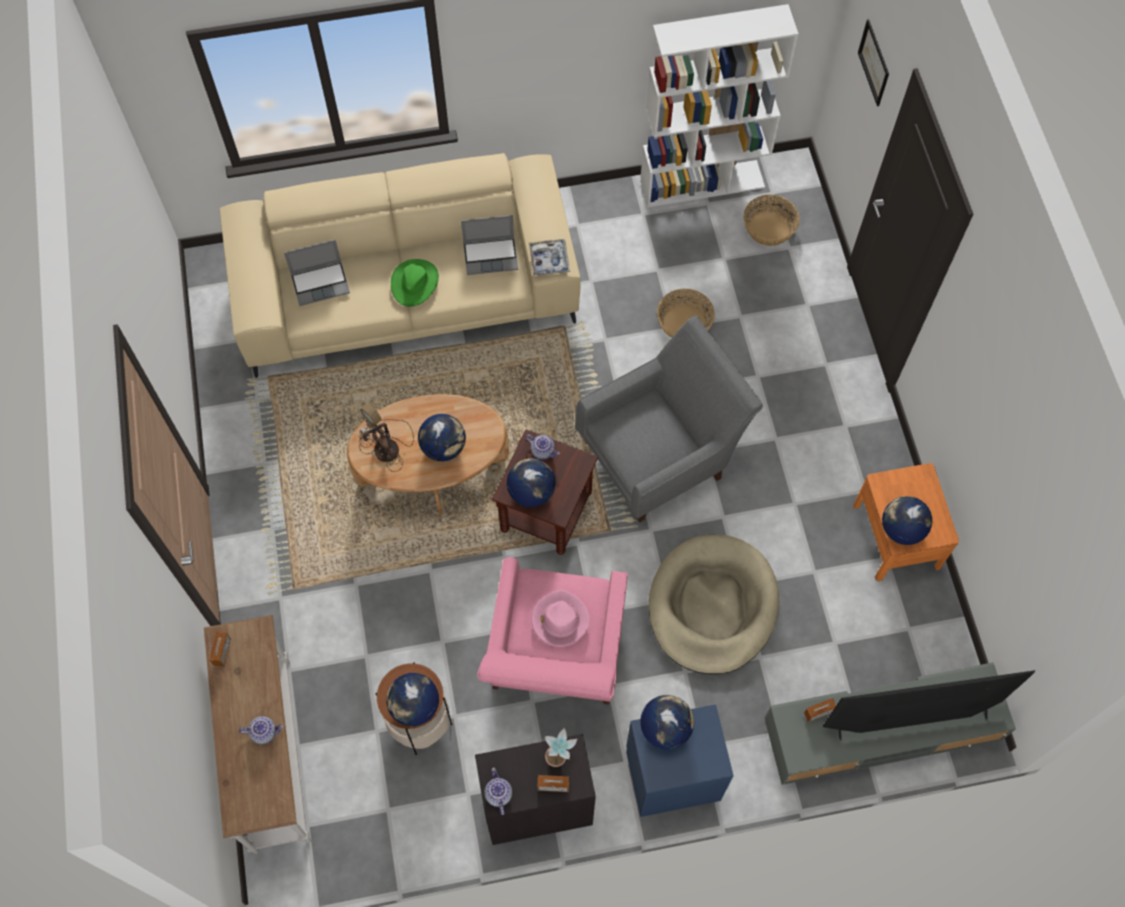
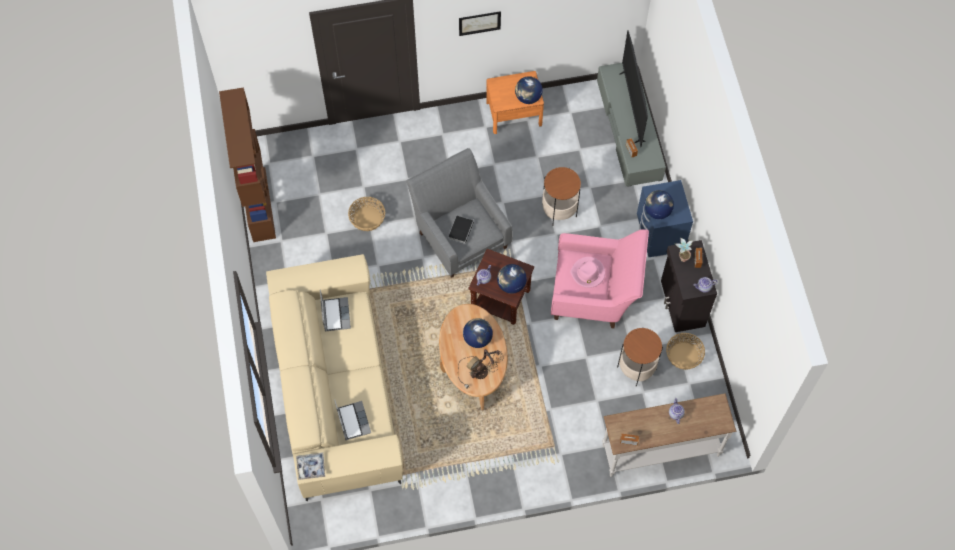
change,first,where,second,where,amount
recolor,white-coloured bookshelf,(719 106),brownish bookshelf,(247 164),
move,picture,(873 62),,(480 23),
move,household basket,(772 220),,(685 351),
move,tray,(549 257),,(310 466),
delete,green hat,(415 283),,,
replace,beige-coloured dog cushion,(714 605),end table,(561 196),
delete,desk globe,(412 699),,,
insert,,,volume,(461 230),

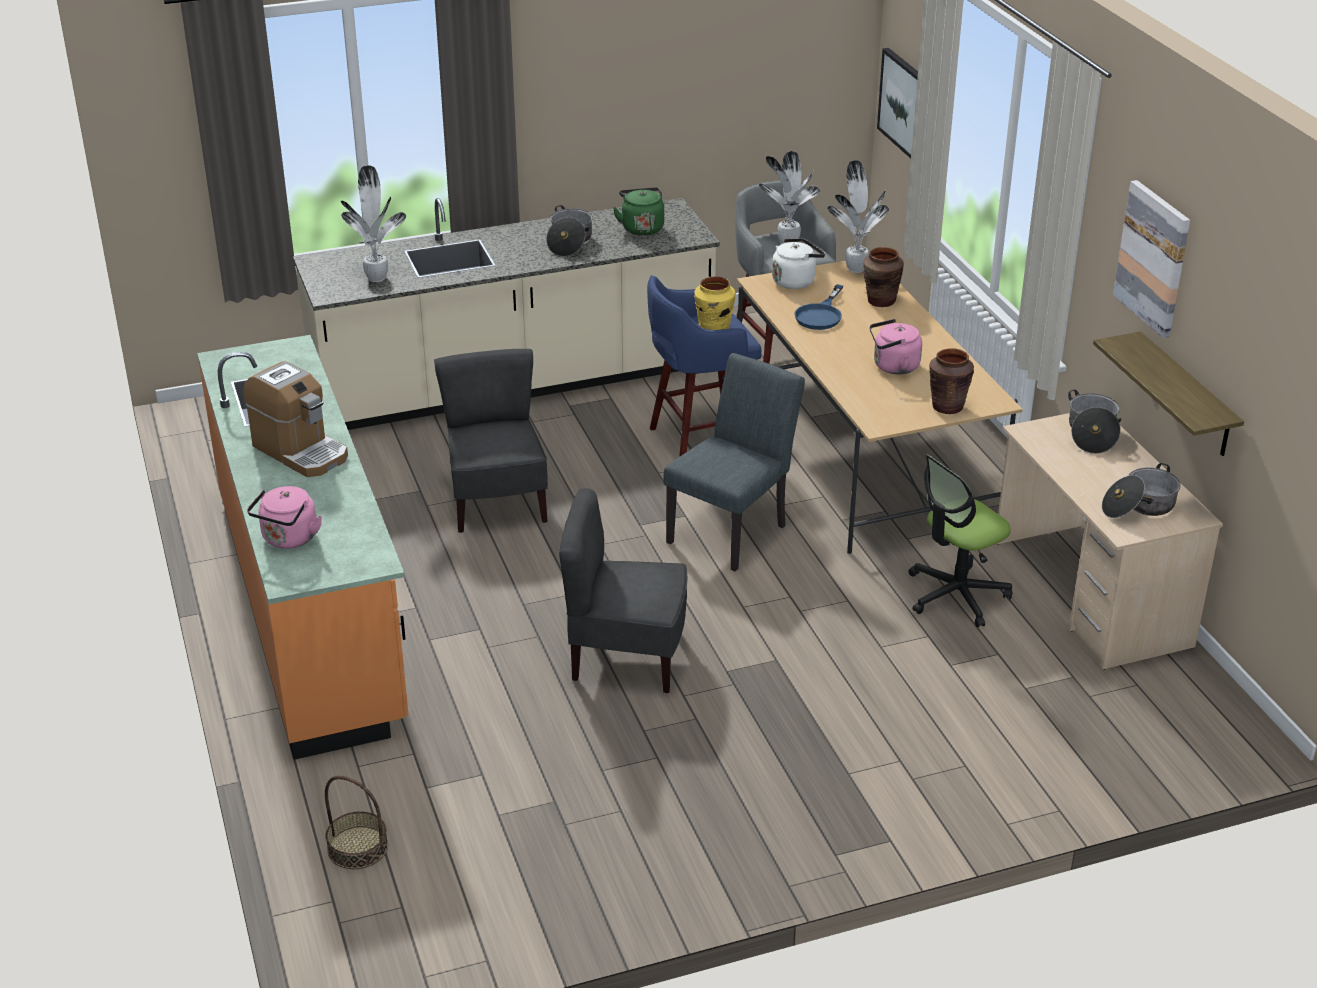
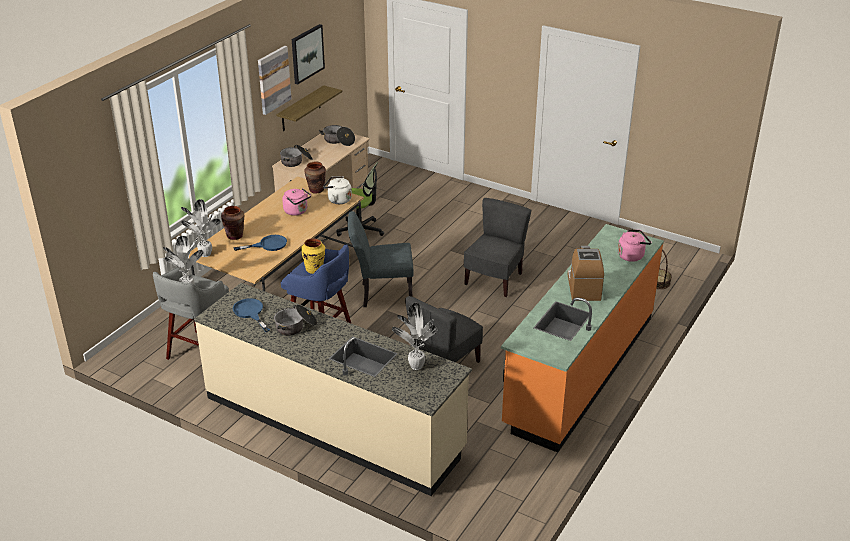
change,first,where,second,where,amount
move,picture,(897 103),,(308 54),
replace,green tea kettle,(638 211),blue-coloured pan,(251 315),
move,white-coloured tea kettle,(798 263),,(337 190),
rotate,grey chair,(623 590),,(497 247),120 degrees counterclockwise

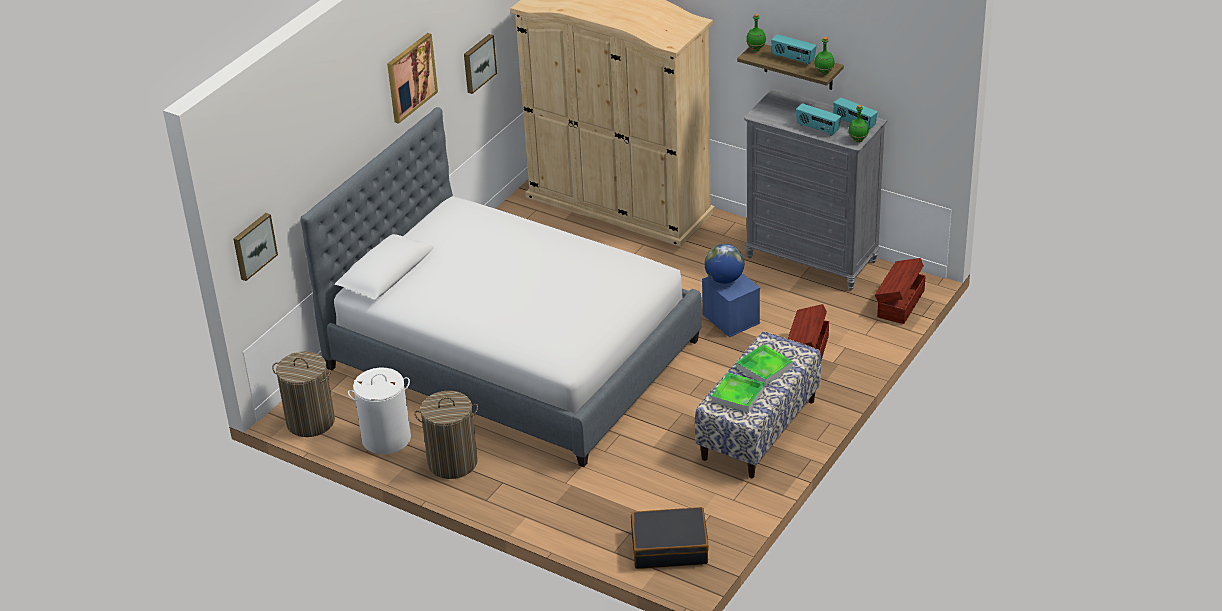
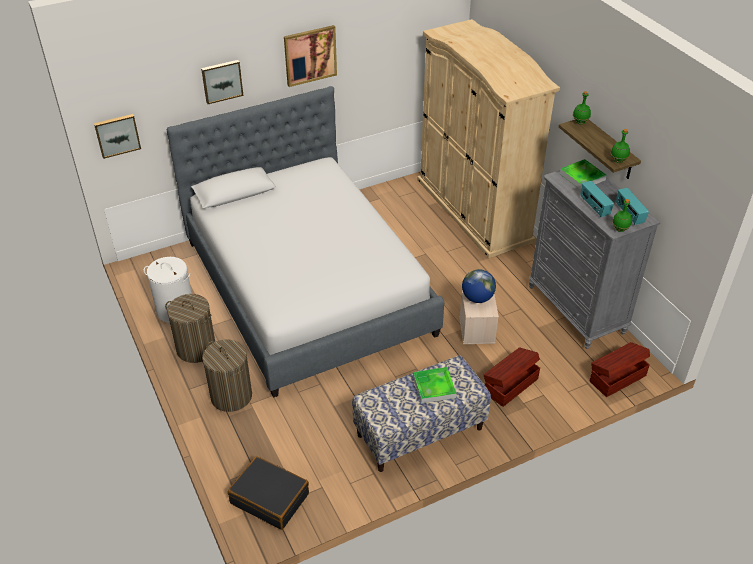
change,first,where,second,where,amount
move,picture,(480 64),,(222 82),
delete,radio,(794 49),,,
recolor,blue-coloured storage box,(731 305),beige-coloured storage box,(479 317),
move,washing basket,(303 394),,(227 375),
move,tray,(738 393),,(583 174),

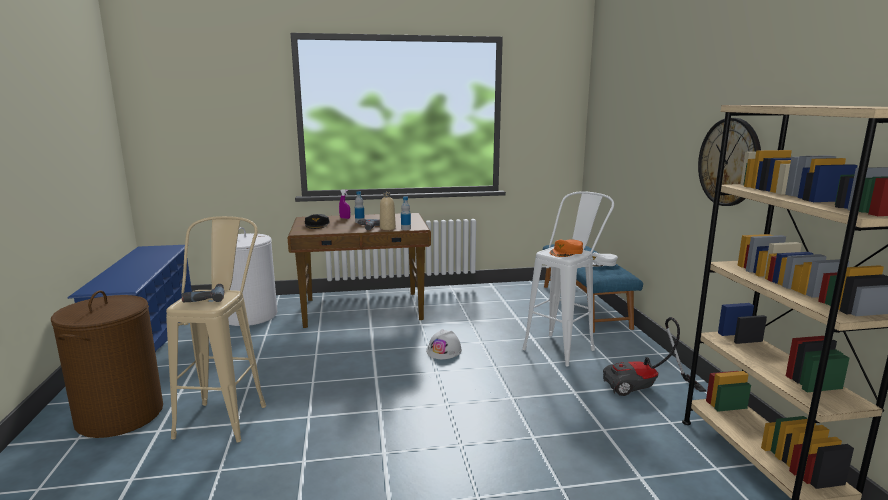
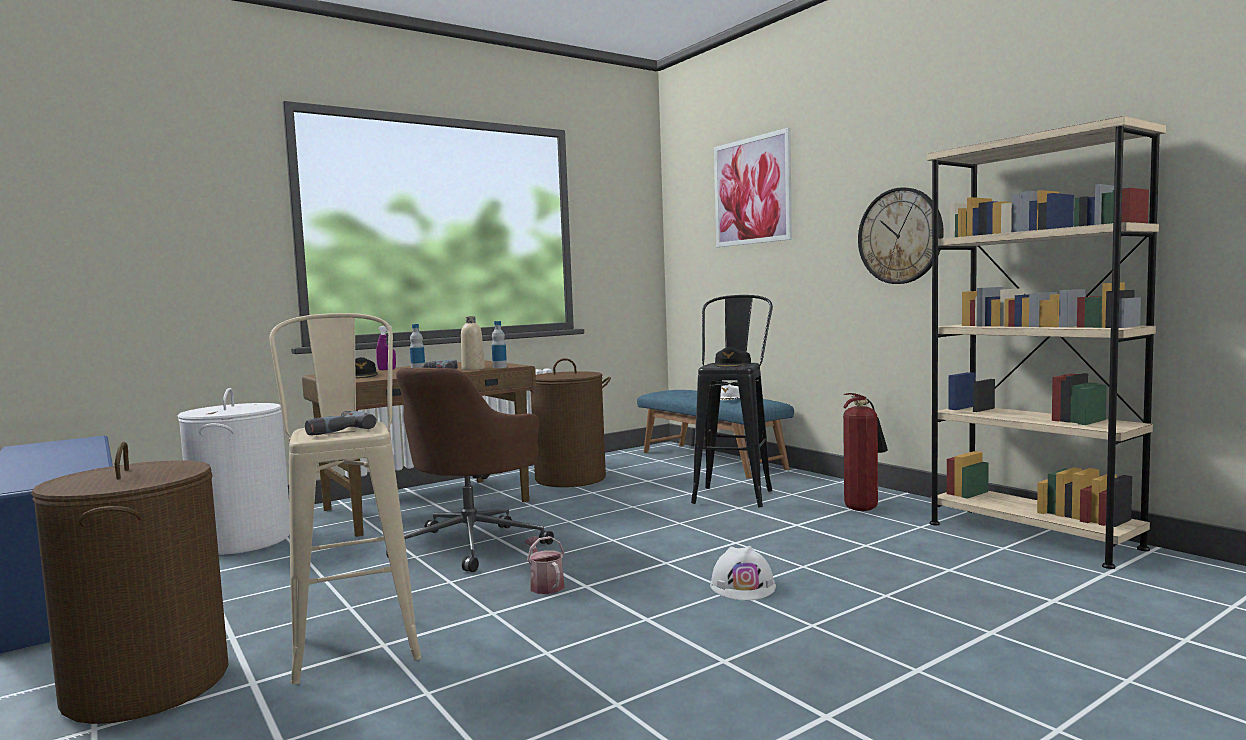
change,first,where,second,where,amount
recolor,white-coloured stool,(568 279),black stool,(732 401),
recolor,orange-coloured baseball cap,(566 248),black baseball cap,(732 357),
replace,vacuum cleaner,(654 356),fire extinguisher,(865 452),
move,white-coloured hard hat,(444 344),,(743 573),
insert,,,picture,(753 187),
insert,,,brownish washing basket,(570 422),
insert,,,brownish desk chair,(470 470),
insert,,,watering pot,(544 565),

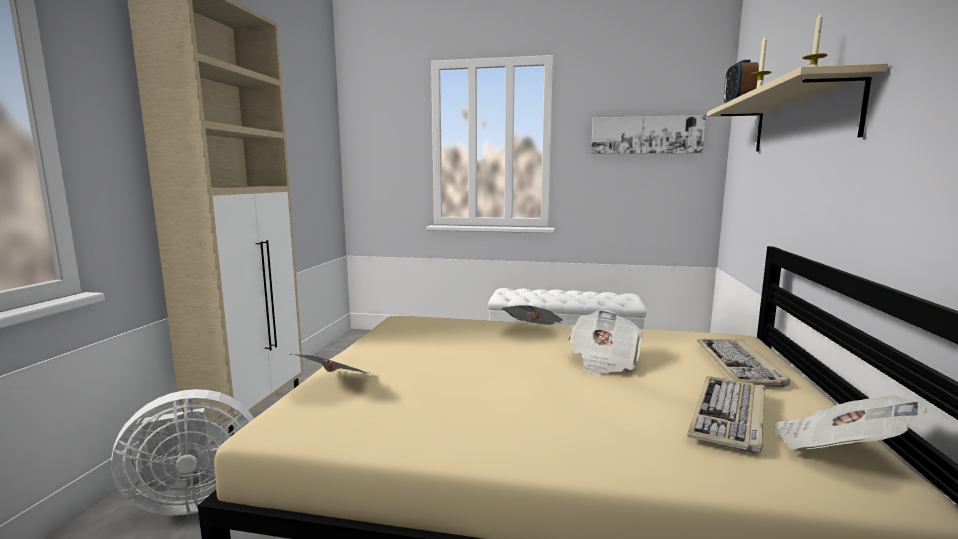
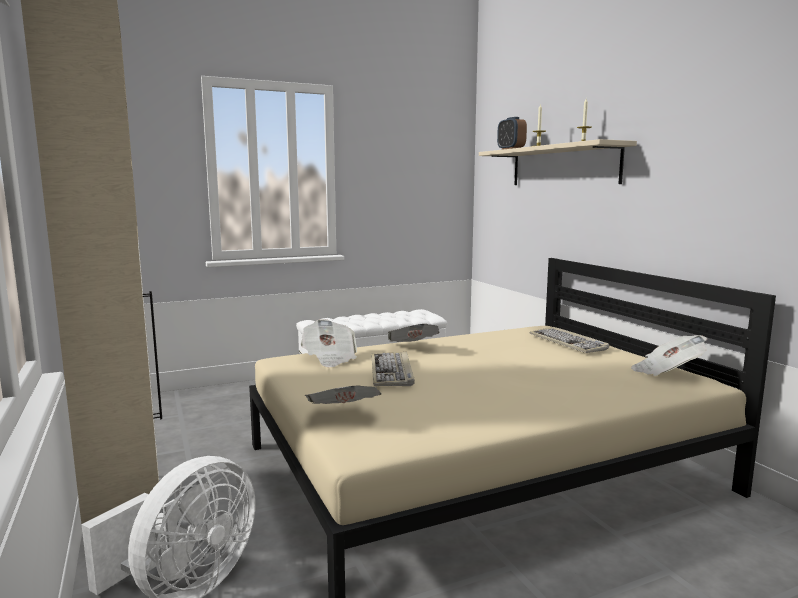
change,first,where,second,where,amount
delete,picture,(648 134),,,
move,newspaper,(606 342),,(329 343),
move,keyboard,(726 415),,(393 368),

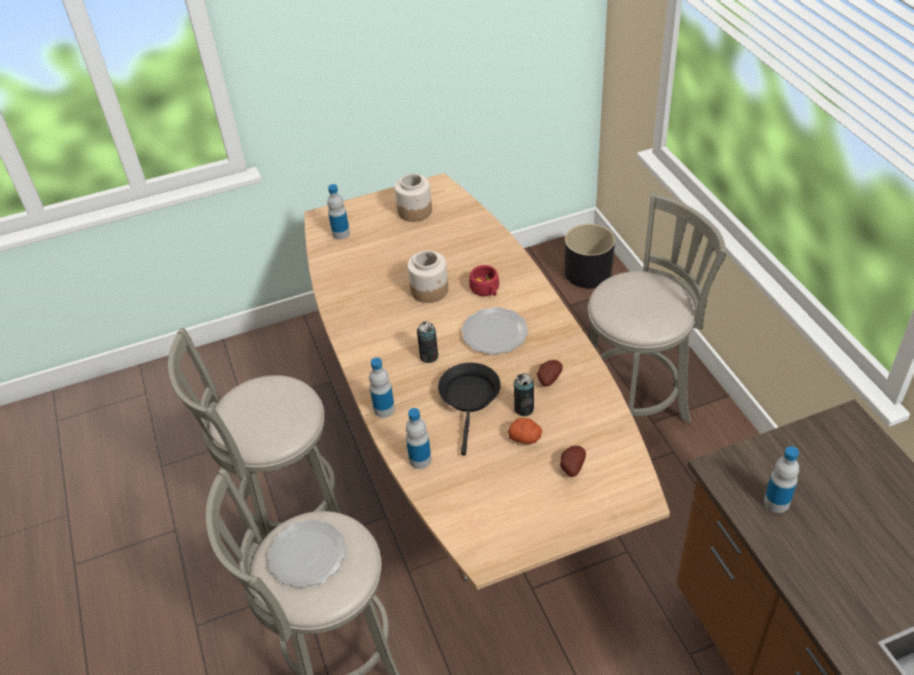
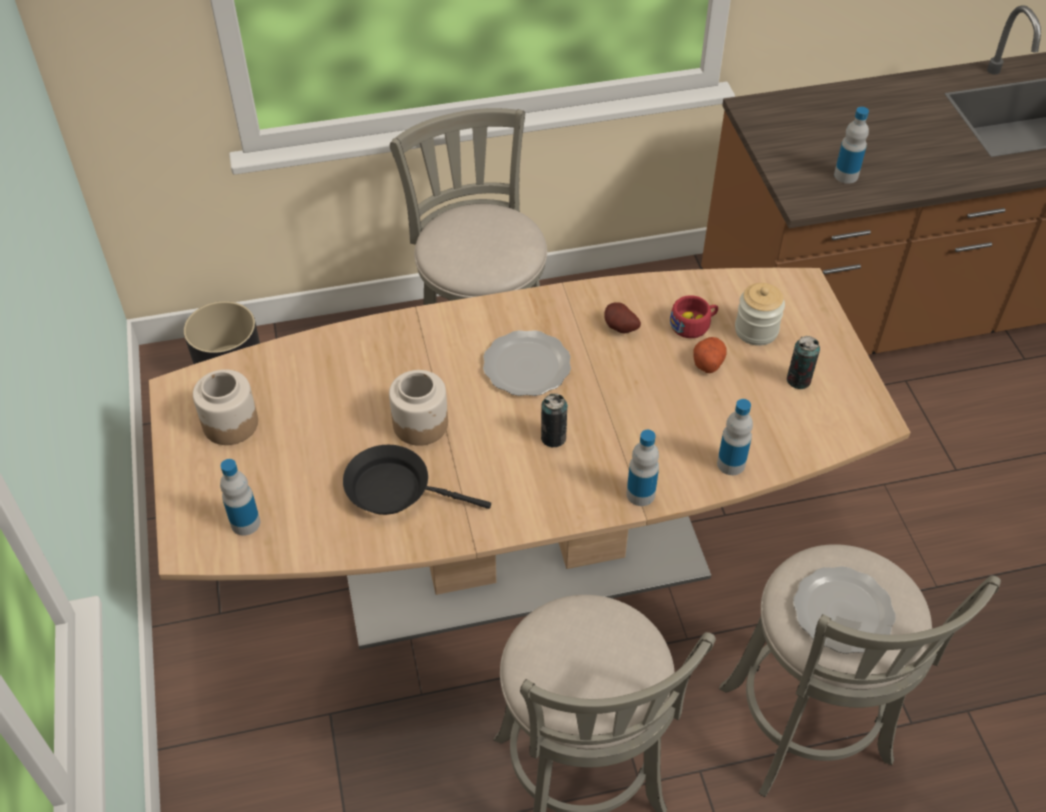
change,first,where,second,where,amount
move,red small cup,(484 280),,(694 316),
move,black pan,(469 409),,(417 480),
move,sealed can,(524 394),,(803 362),
replace,whole potato,(573 461),storage jar,(760 314),

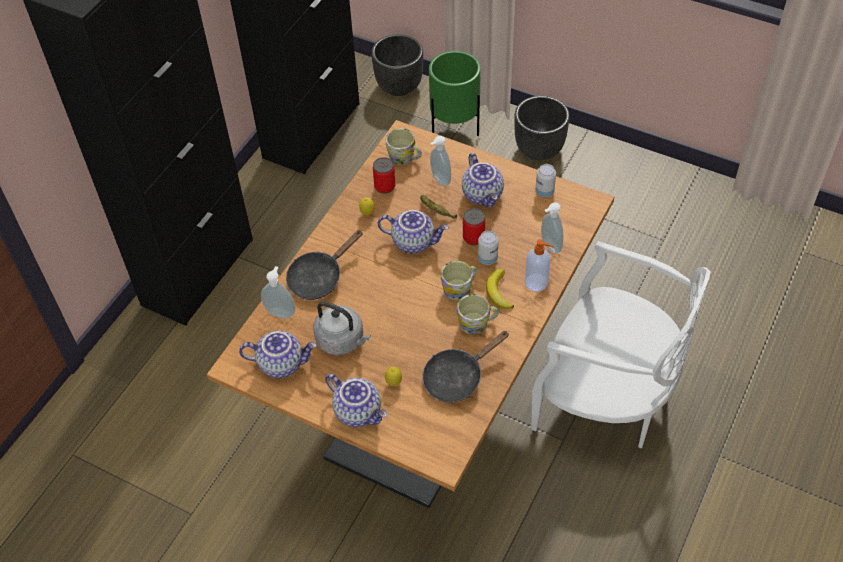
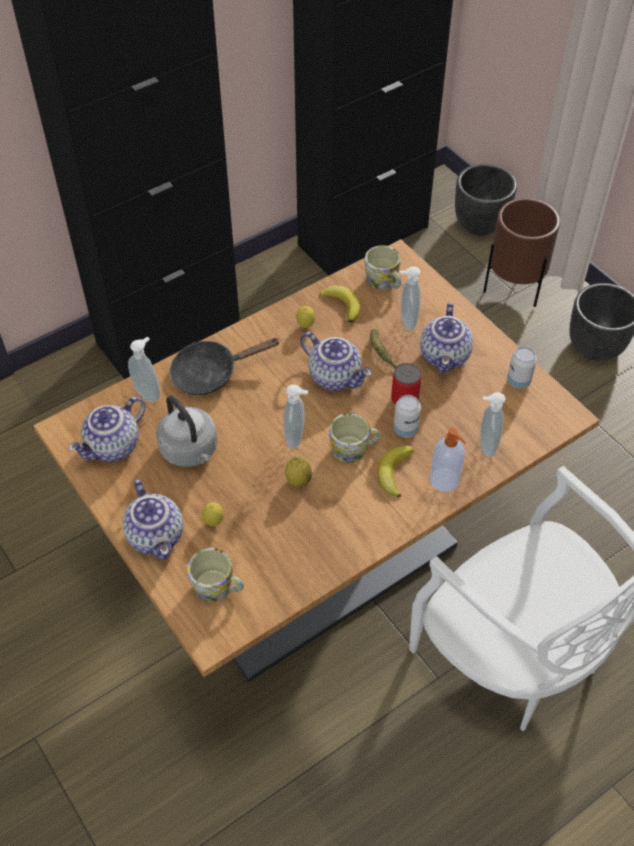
change,first,where,second,where,amount
recolor,green flower pot,(455 93),brownish flower pot,(521 252),
replace,sealed can,(384 175),whole banana,(339 303),
move,tea mug,(478 314),,(215 575),
rotate,pot for tea,(278 354),,(107 429),105 degrees clockwise
delete,black pan,(465 367),,,
insert,,,soap bottle,(296 416),
insert,,,citrus fruit,(298 471),

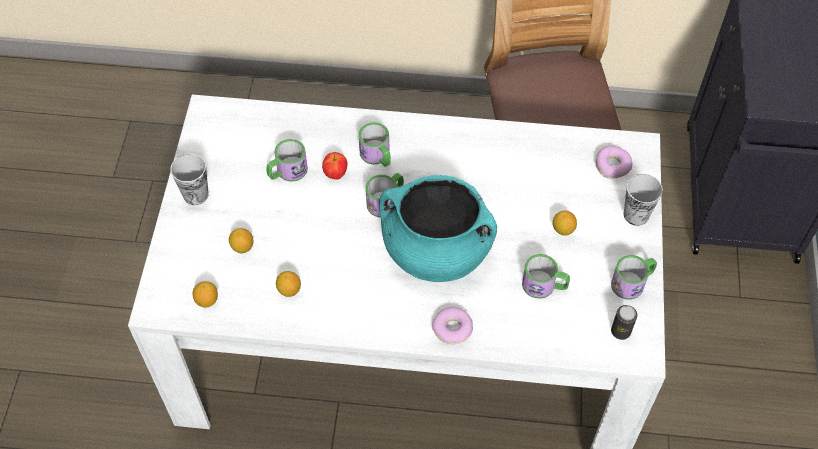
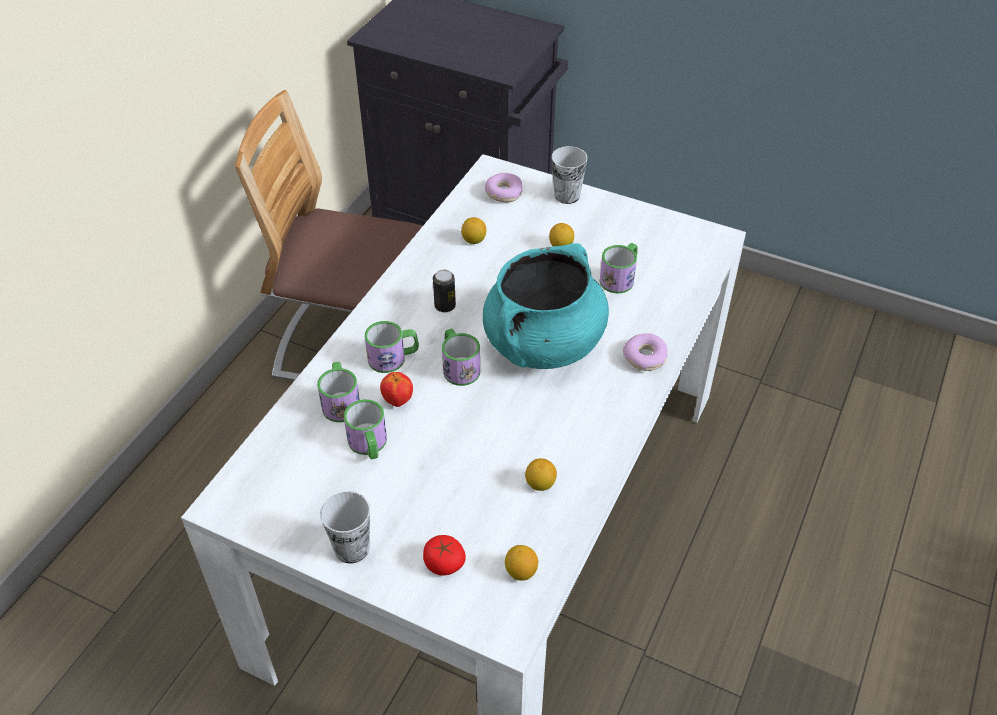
change,first,where,second,where,amount
move,citrus fruit,(241 240),,(473 230),
move,tea mug,(634 277),,(338 392),
move,sealed can,(624 322),,(444 291),
insert,,,tomato,(444 555),

